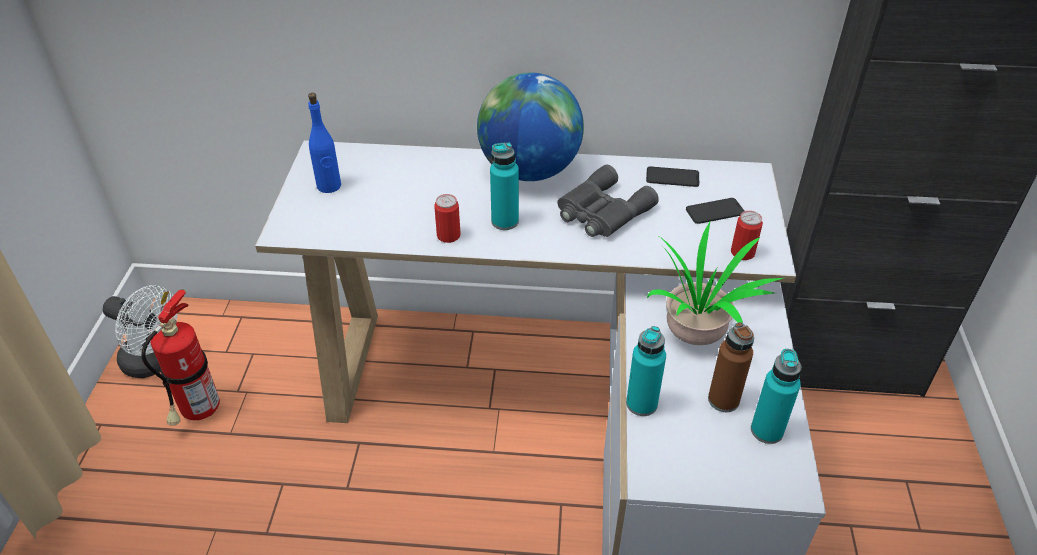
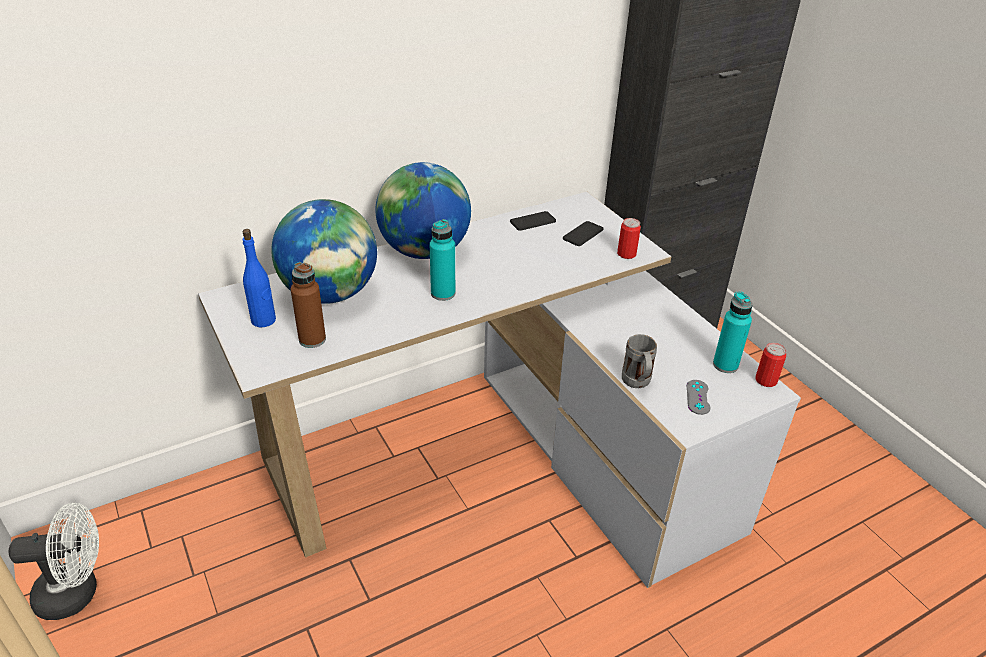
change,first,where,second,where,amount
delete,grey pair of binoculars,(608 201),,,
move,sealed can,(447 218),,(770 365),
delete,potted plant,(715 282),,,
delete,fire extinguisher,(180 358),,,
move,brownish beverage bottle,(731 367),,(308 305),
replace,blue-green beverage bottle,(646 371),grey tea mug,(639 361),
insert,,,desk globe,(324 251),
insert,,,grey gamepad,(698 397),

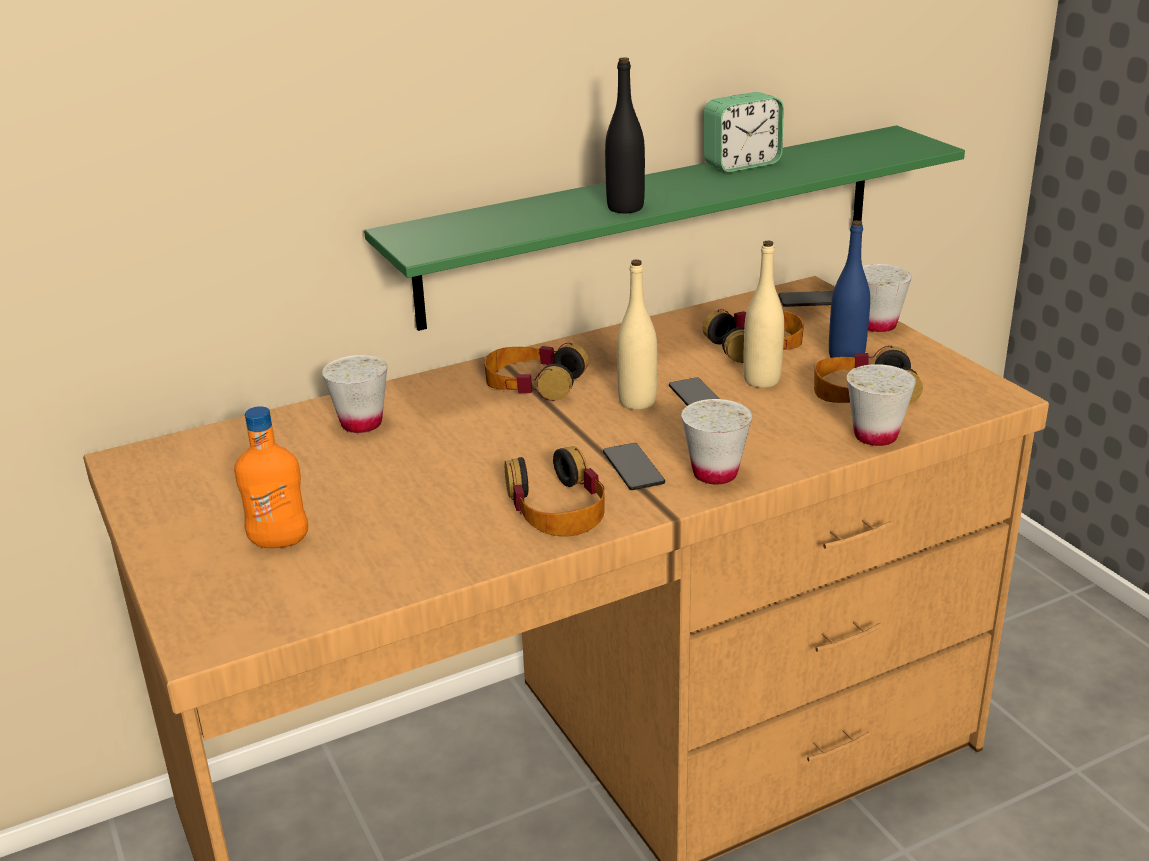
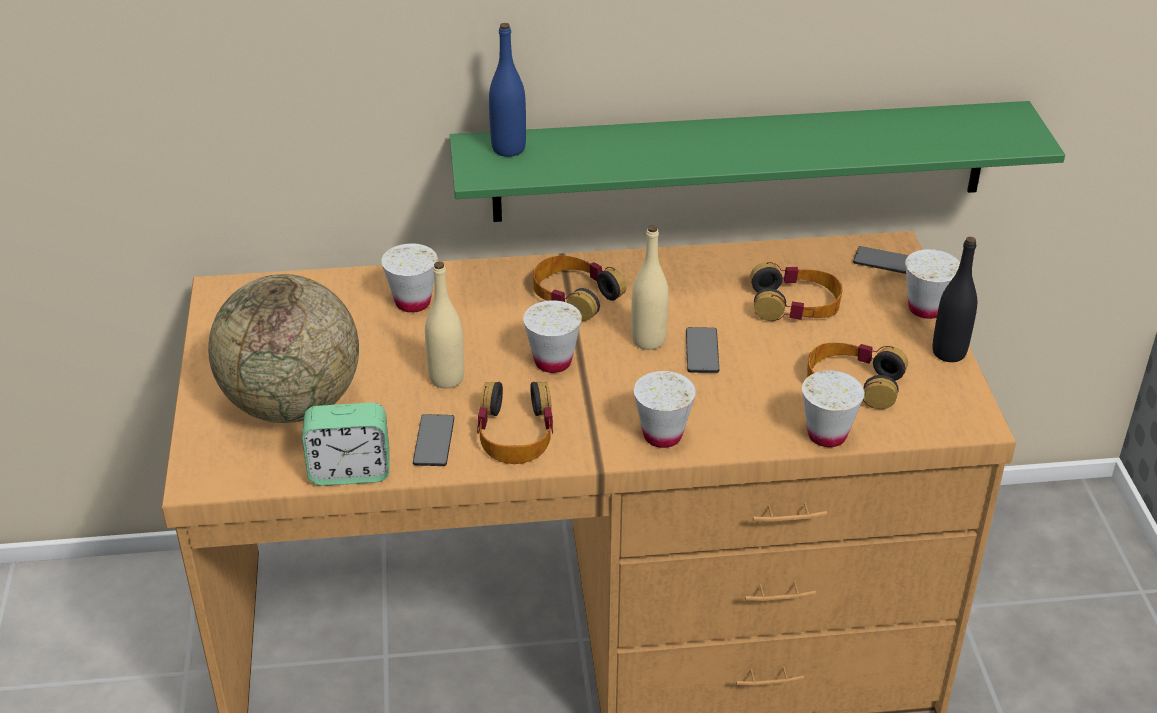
change,first,where,second,where,amount
move,black beverage bottle,(625 135),,(954 299),
move,alarm clock,(744 132),,(346 444),
move,blue-coloured beverage bottle,(849 289),,(507 90),
move,beige-coloured beverage bottle,(763 314),,(444 325),
replace,orange-coloured beverage bottle,(271 477),desk globe,(283 348),
move,handset,(634 466),,(433 440),
insert,,,white-coloured small cup,(552 336),

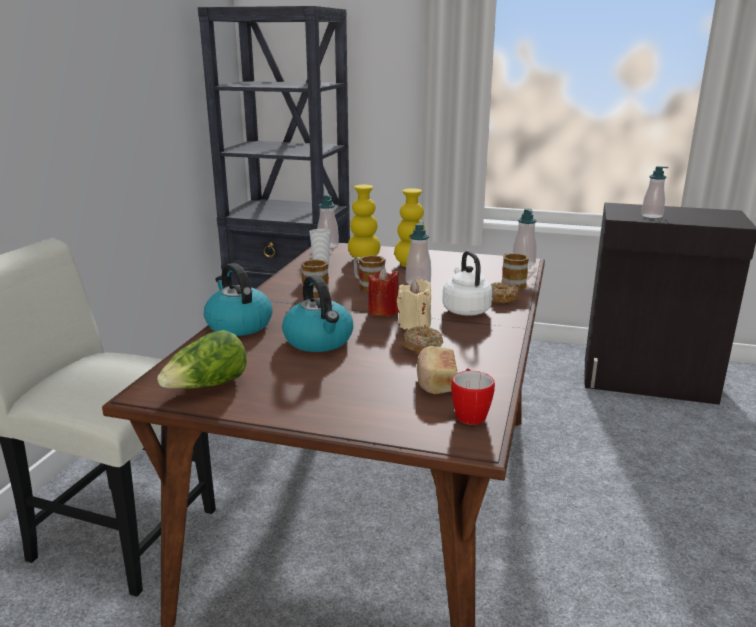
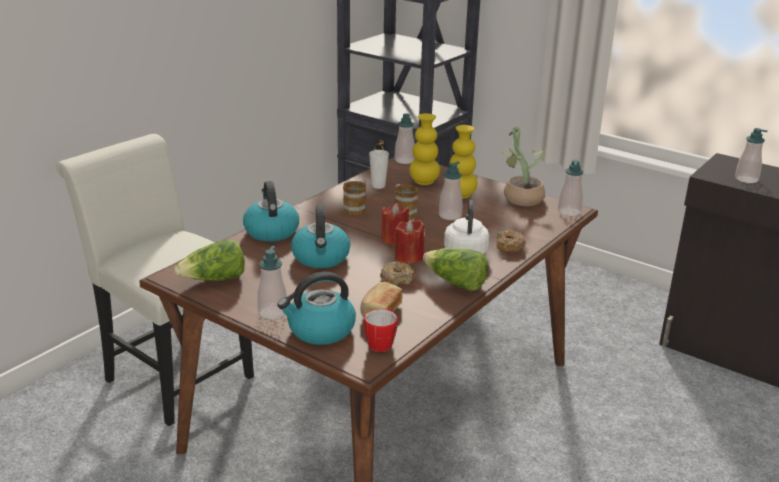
change,first,where,second,where,amount
delete,tea mug,(515 271),,,
recolor,beige-coloured wax light,(414 304),red wax light,(409 242),
insert,,,potted plant,(520 166),
insert,,,soap bottle,(272 282),
insert,,,lettuce head,(456 269),
insert,,,tea kettle,(316 308),

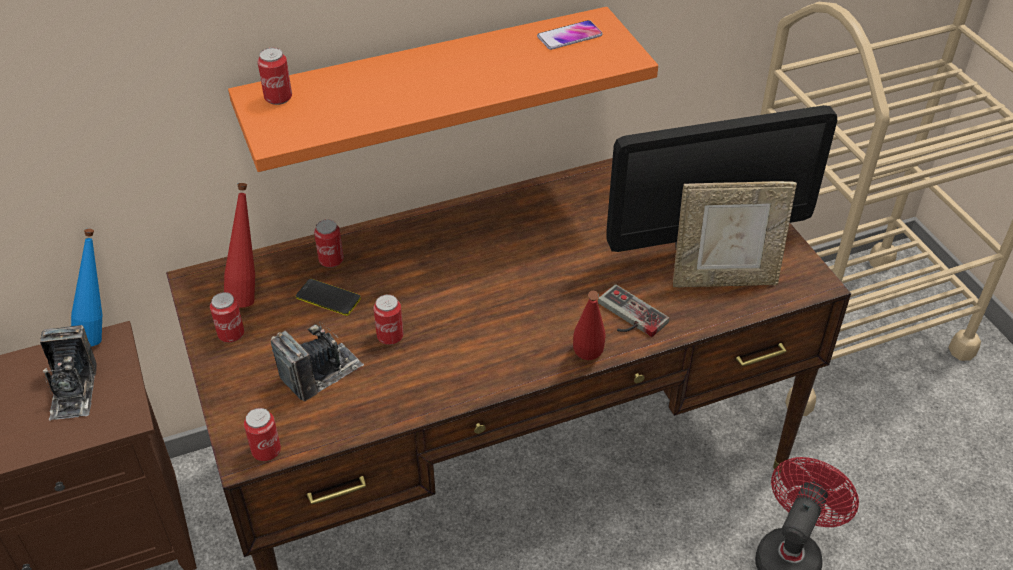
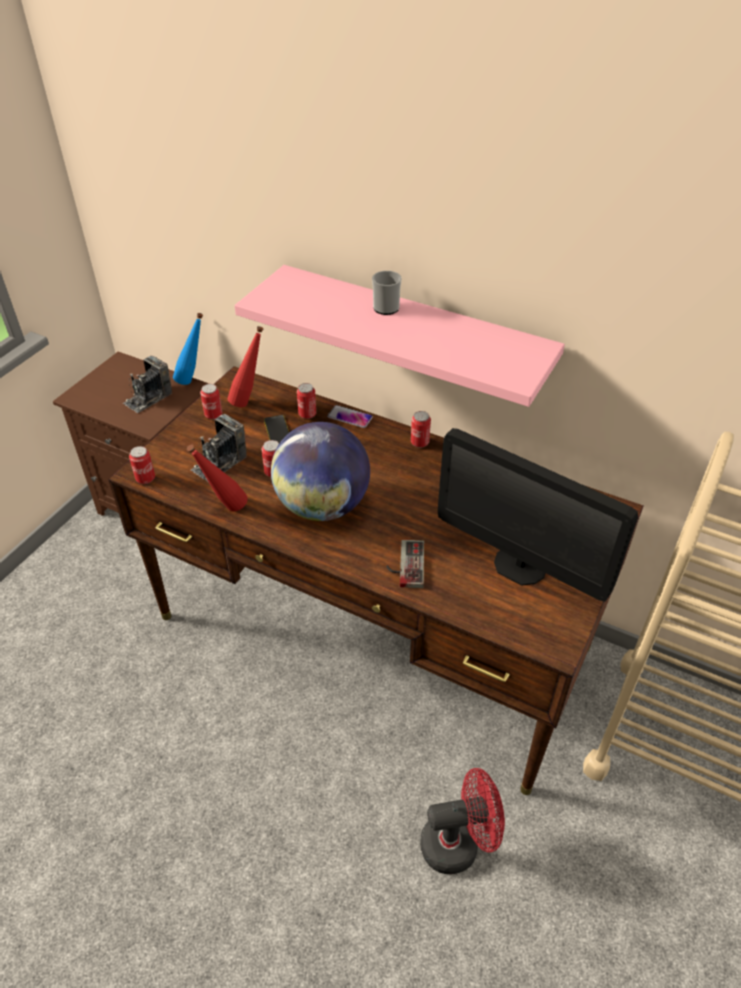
change,first,where,second,where,amount
recolor,orange-coloured shelf,(443 89),pinkish shelf,(400 336),
move,handset,(570 35),,(350 416),
move,sealed can,(274 76),,(421 429),
delete,picture frame,(735 234),,,
move,red beverage bottle,(589 325),,(217 477),
rotate,still camera,(317 362),,(218 448),120 degrees clockwise
insert,,,tea mug,(387 292),
insert,,,desk globe,(320 471),

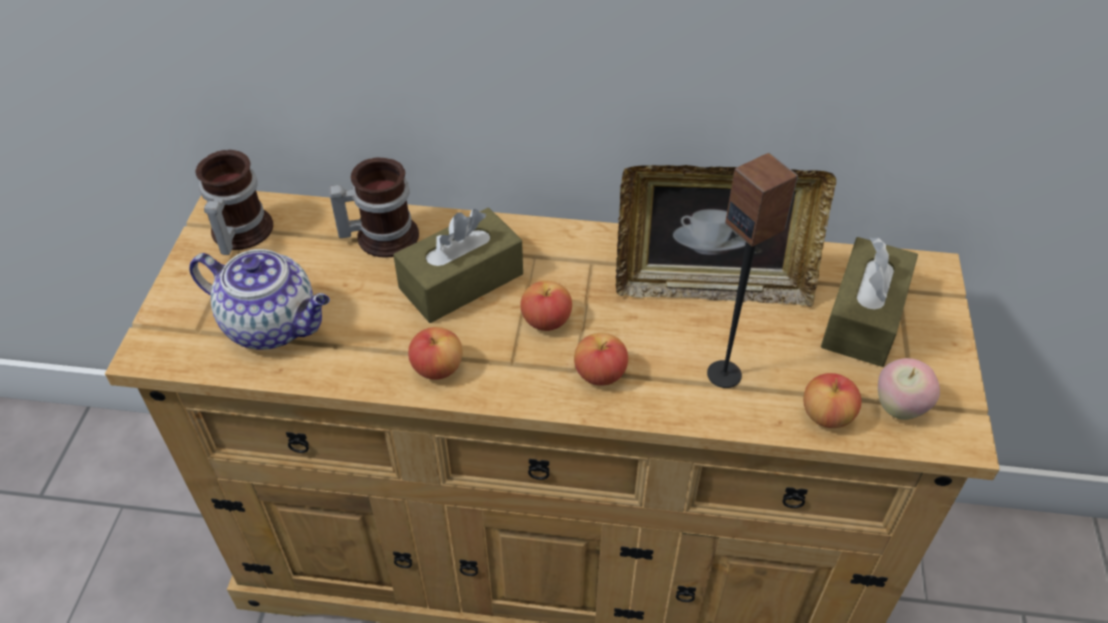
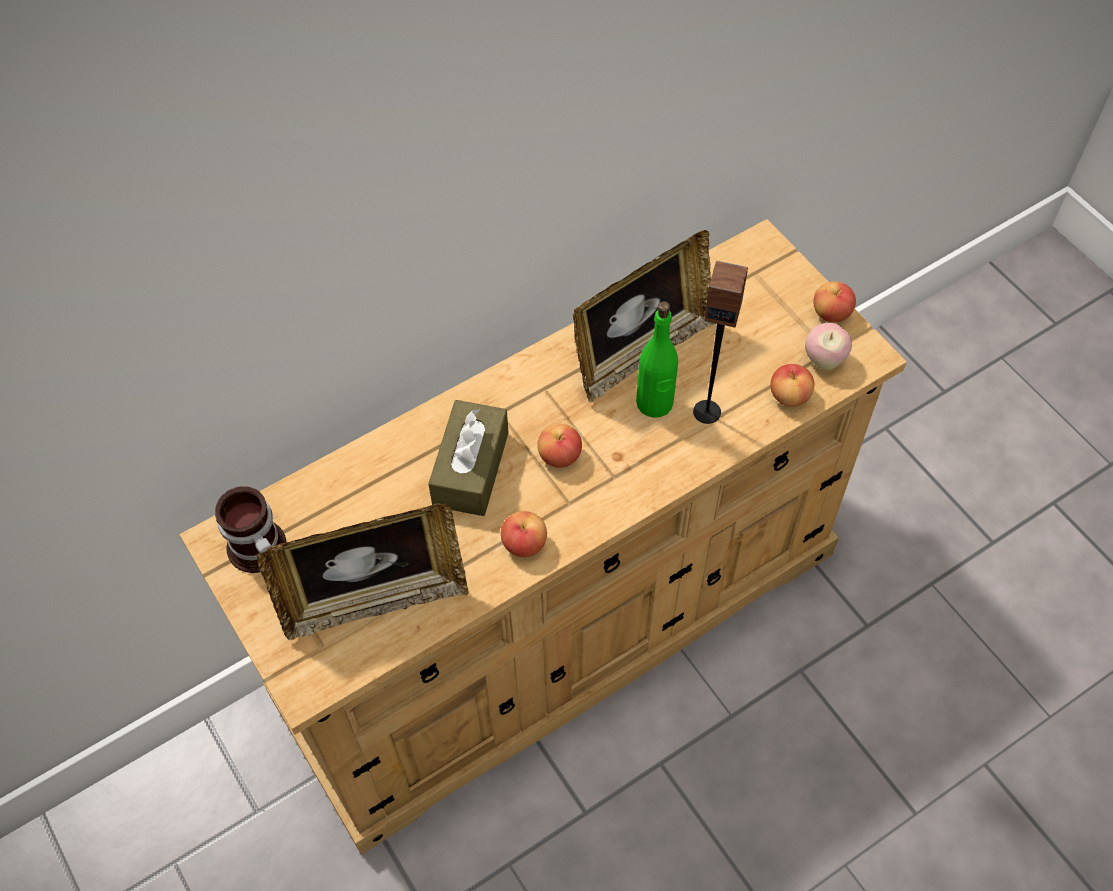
change,first,where,second,where,amount
delete,tea mug,(374 207),,,
delete,brownish tissue box,(869 302),,,
replace,pot for tea,(259 299),picture frame,(363 571),
move,whole apple,(601 359),,(835 301),
insert,,,green beverage bottle,(657 359),

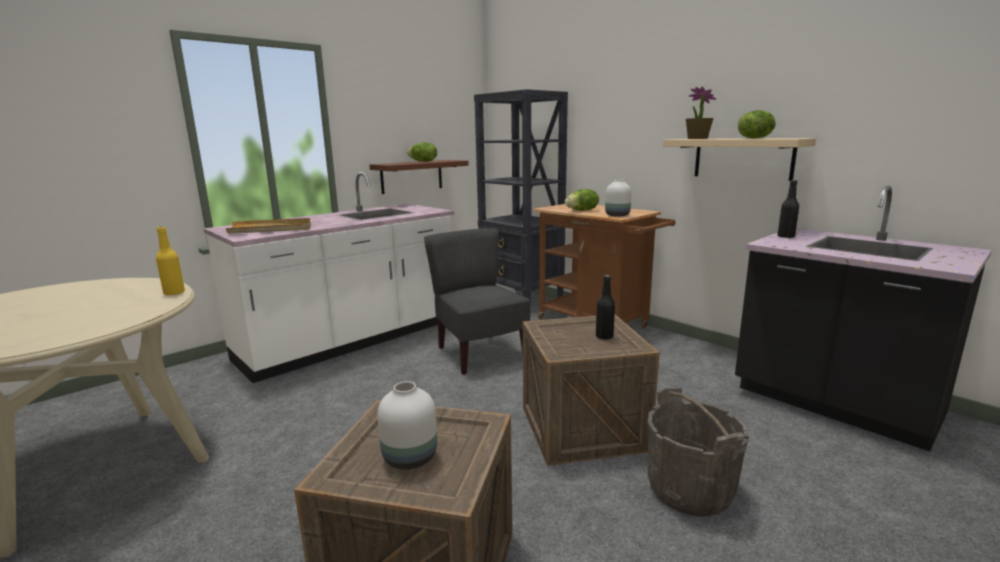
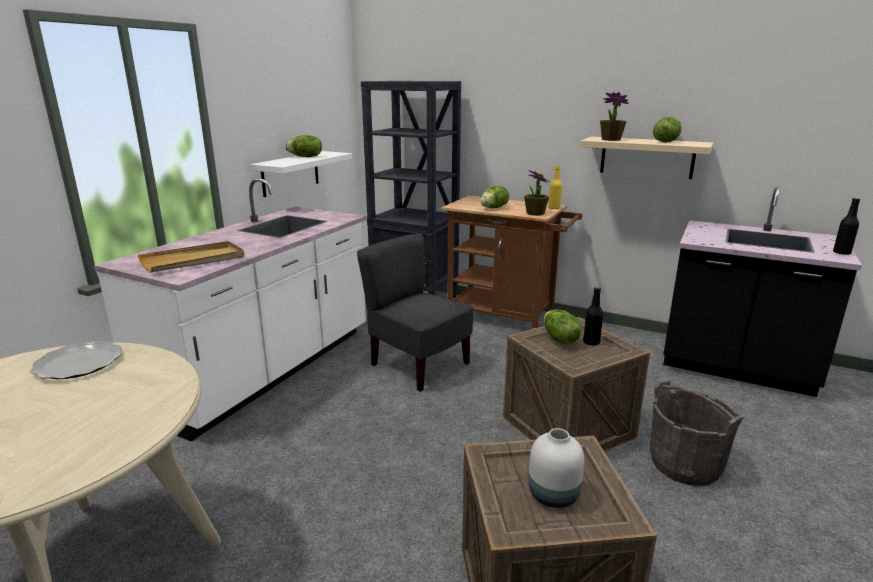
change,first,where,second,where,amount
recolor,brownish shelf,(419 177),white-coloured shelf,(301 174),
replace,white-coloured vase,(618 198),potted plant,(536 193),
move,black beverage bottle,(788 209),,(846 226),
move,yellowish beverage bottle,(170 261),,(555 187),
insert,,,lettuce head,(563 326),
insert,,,dinner plate,(76 360),

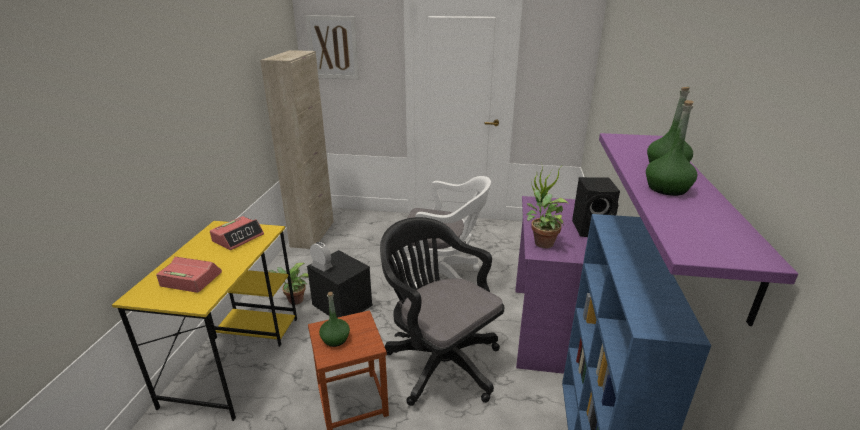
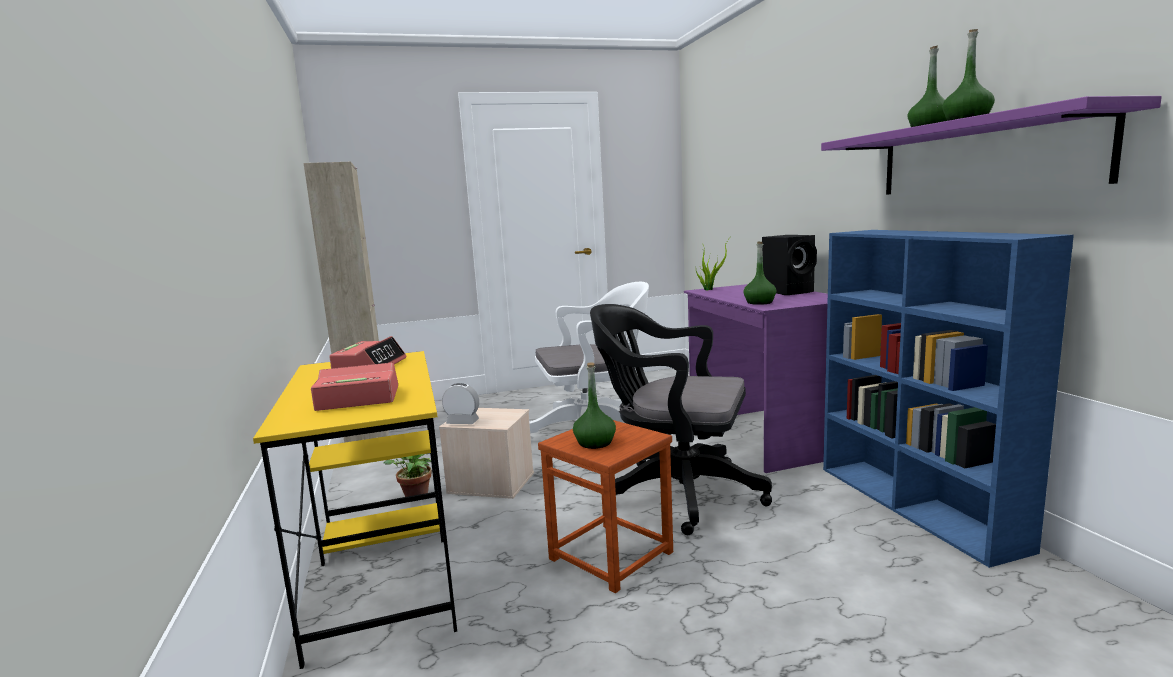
change,first,where,second,where,amount
delete,picture,(332 47),,,
replace,potted plant,(547 218),green beverage bottle,(759 273),
recolor,black storage box,(340 284),beige-coloured storage box,(486 453),

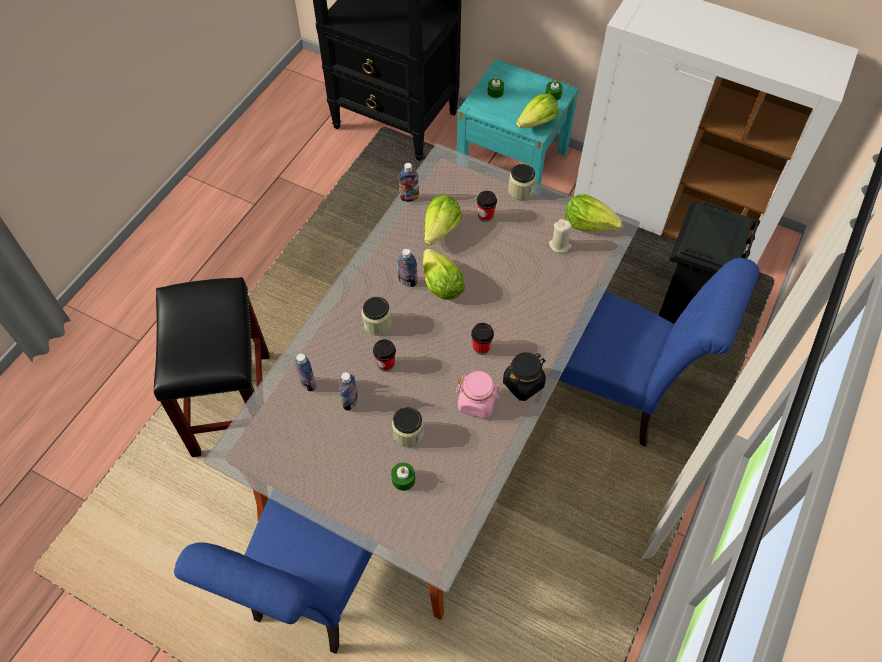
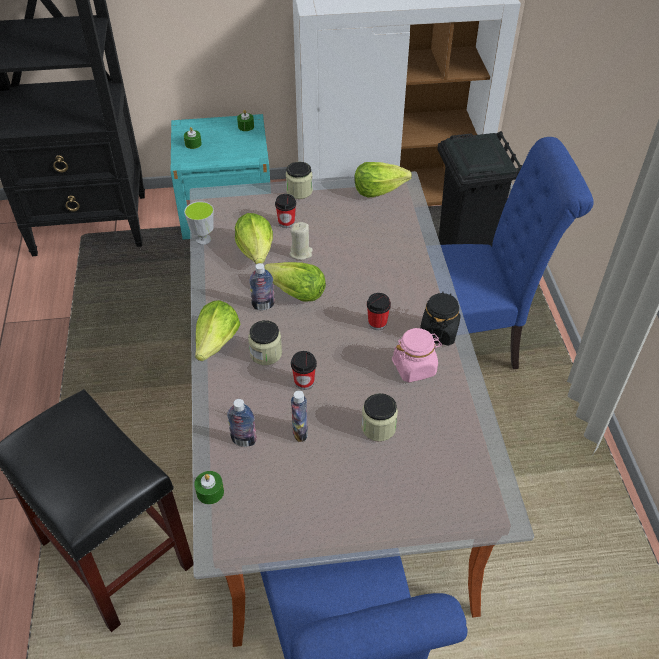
change,first,where,second,where,amount
move,lettuce head,(537 111),,(218 330),
replace,beverage bottle,(408 182),small cup,(199 223),
move,beige-coloured wax light,(560 236),,(301 241),
move,green wax light,(403 477),,(209 488),

